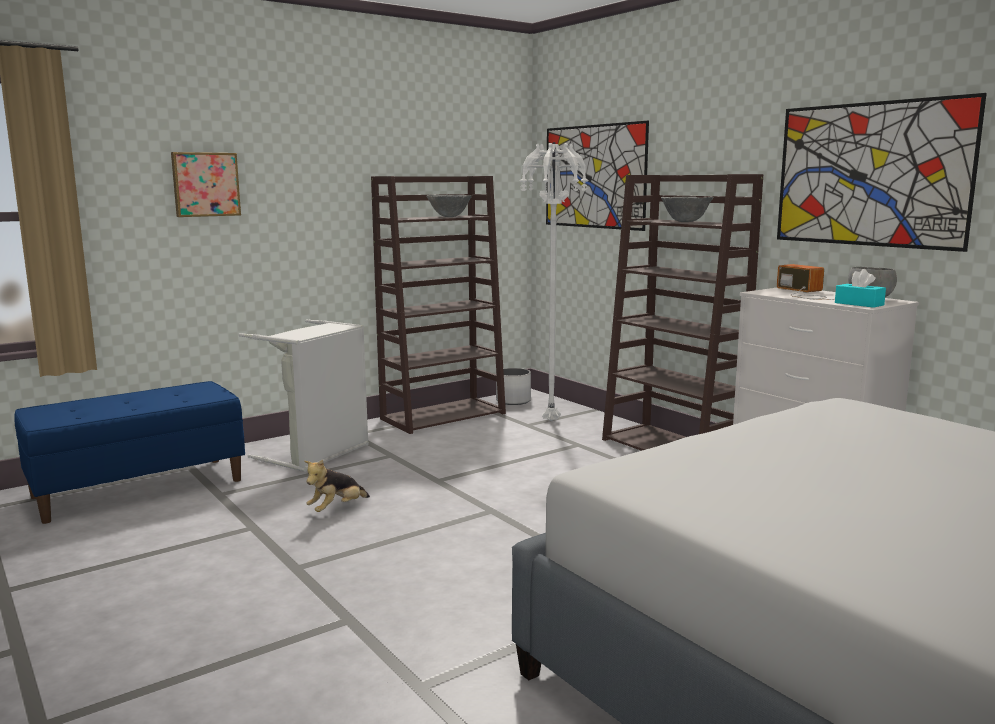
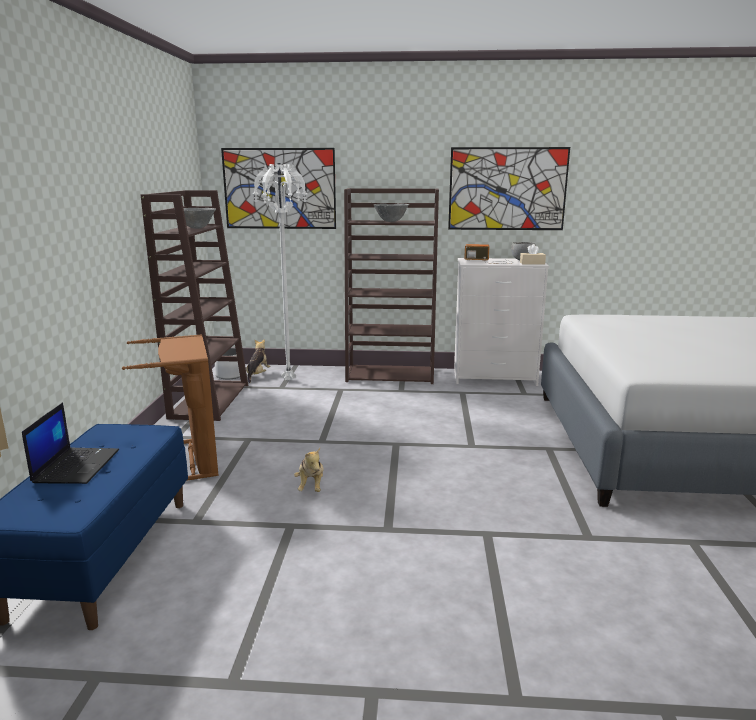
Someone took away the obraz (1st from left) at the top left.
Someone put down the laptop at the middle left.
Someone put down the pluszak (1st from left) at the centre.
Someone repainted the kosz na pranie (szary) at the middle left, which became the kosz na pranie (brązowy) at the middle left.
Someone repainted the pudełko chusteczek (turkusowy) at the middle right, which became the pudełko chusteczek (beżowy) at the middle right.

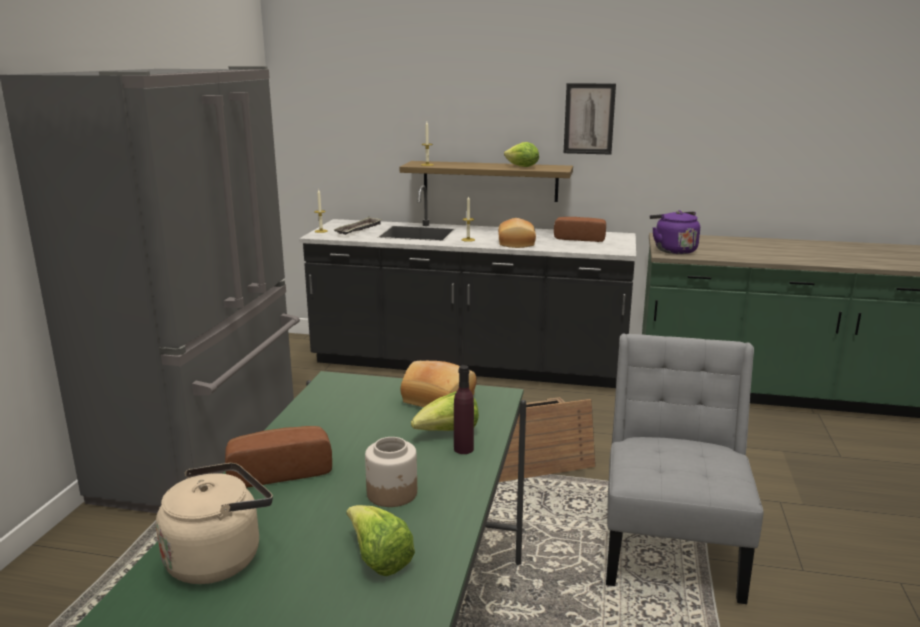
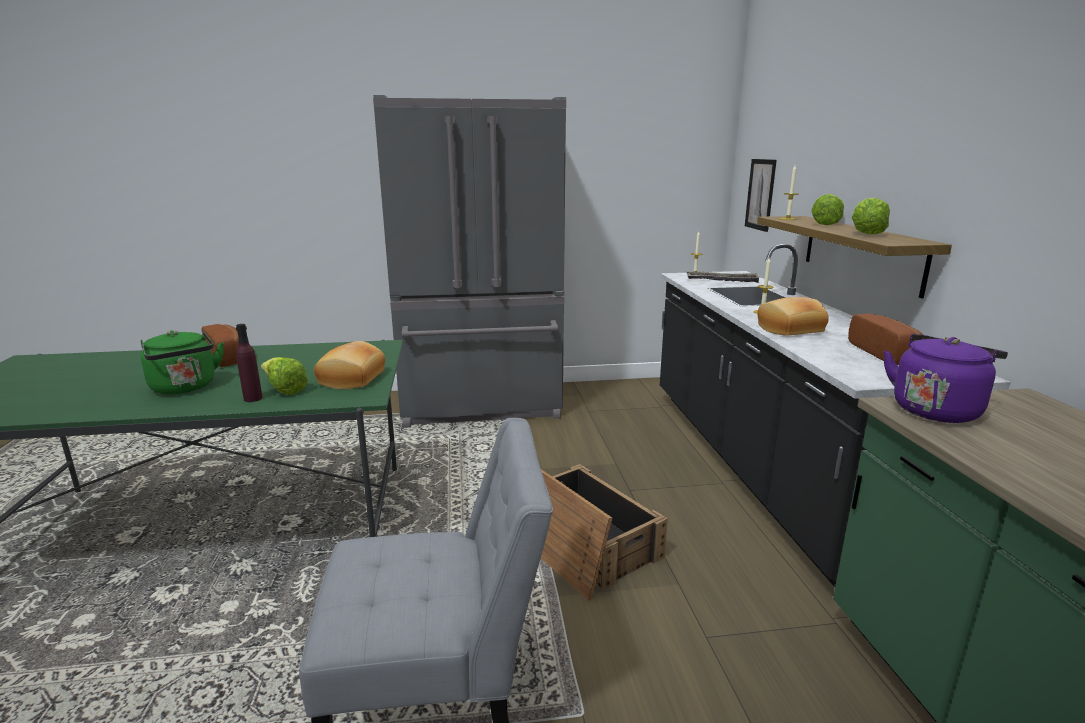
Someone took away the czajnik (beżowy) at the bottom left.
Someone carried the sałata (1st from left in the first image) from the bottom centre to the top right.
Someone carried the obraz from the top centre to the top right.
Someone swapped the słoik at the bottom centre for the czajnik (zielony) at the middle left.

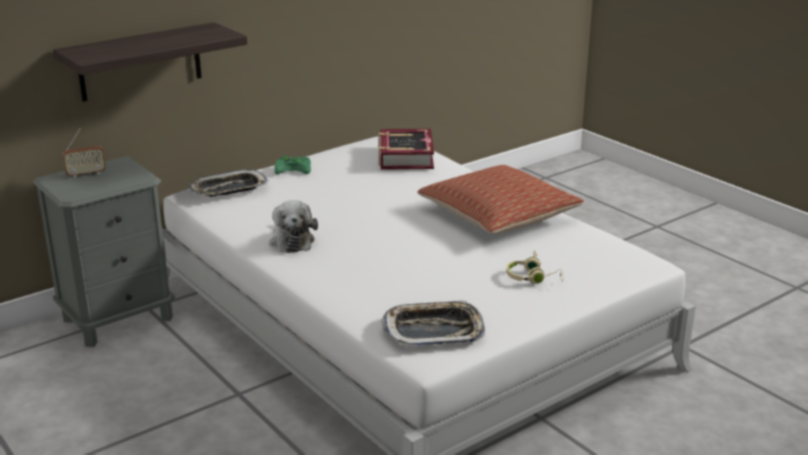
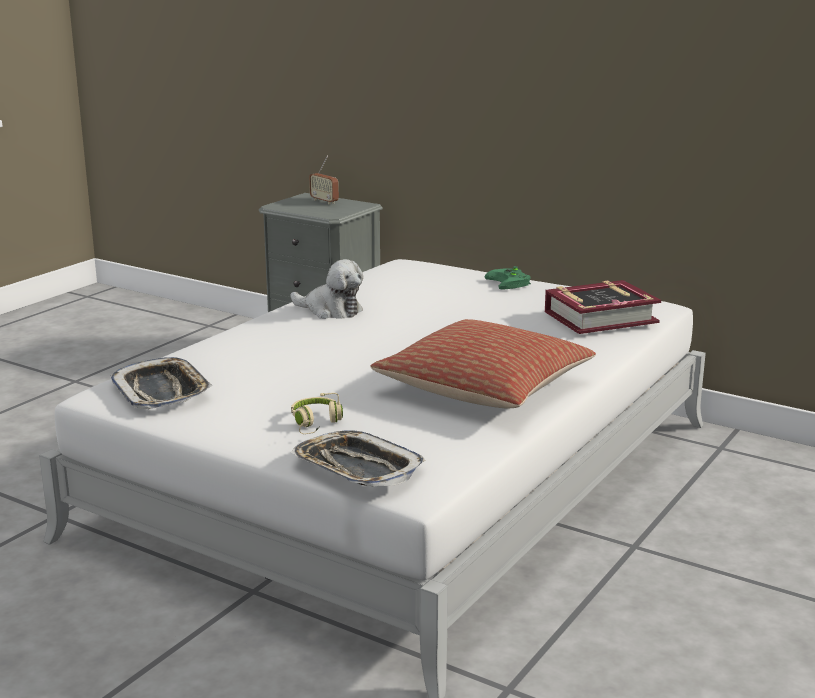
Someone took away the półka at the top left.
Someone carried the taca (1st from left in the first image) from the middle left to the centre.
Someone rotated the pluszak at the centre by 120 degrees counterclockwise.

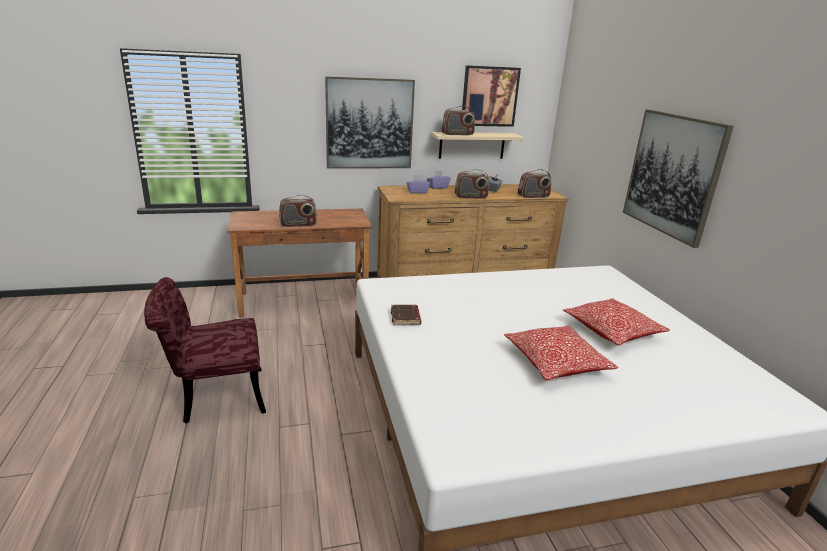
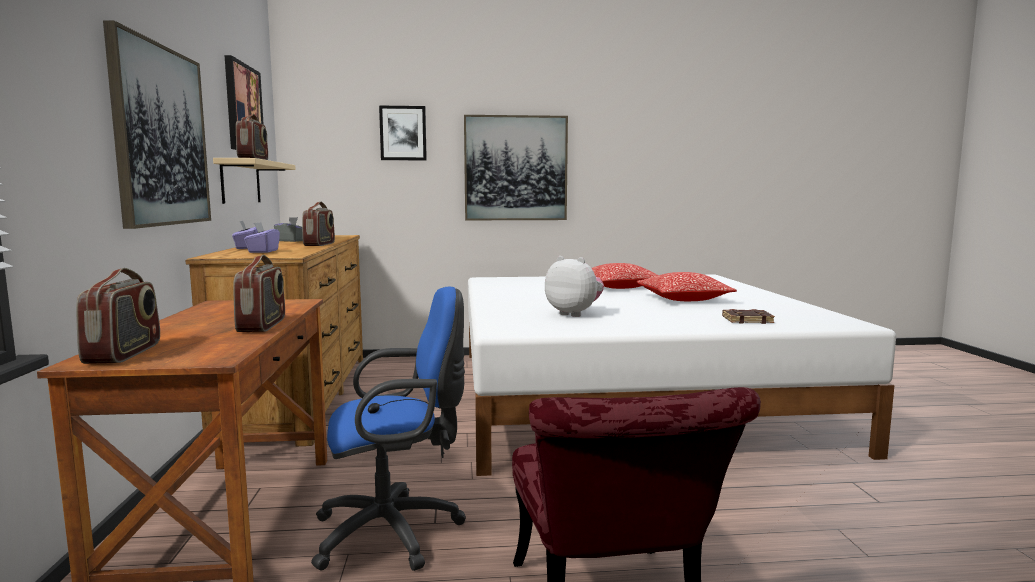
Someone put down the krzesło biurowe (niebieski) at the bottom centre.
Someone put up the obraz (3rd from left) at the top centre.
Someone put down the pluszak at the centre.
Someone carried the książka (brązowy) from the centre to the middle right.
Someone carried the radio (4th from left in the first image) from the top centre to the middle left.

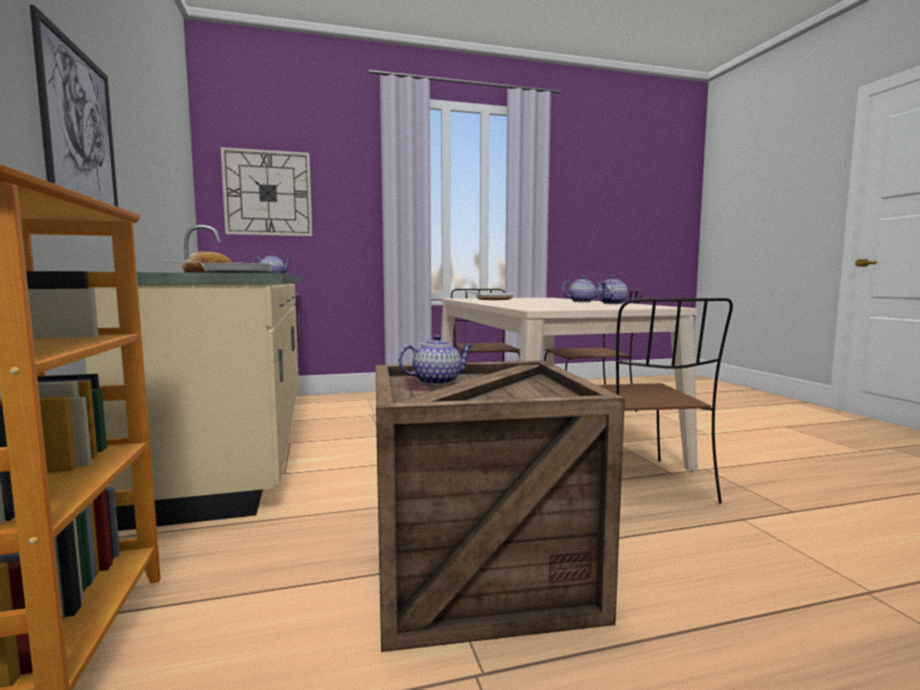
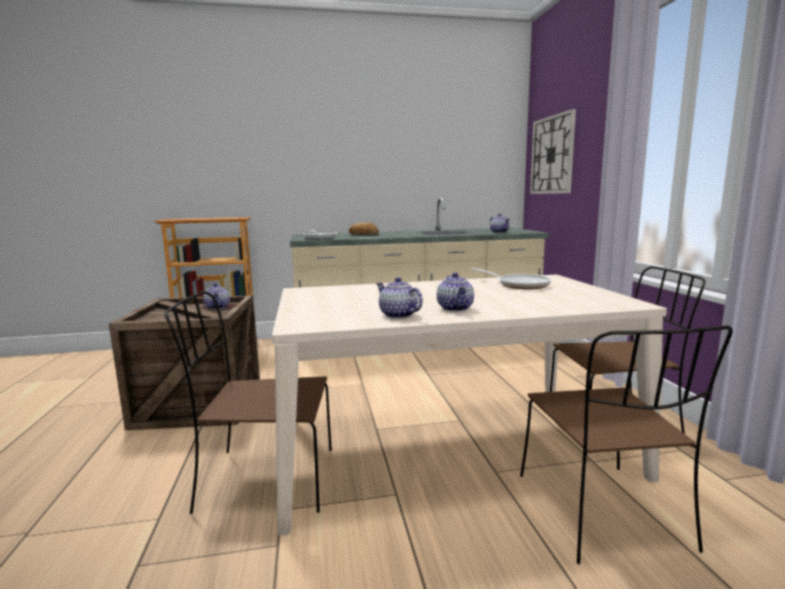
Someone took away the obraz at the top left.

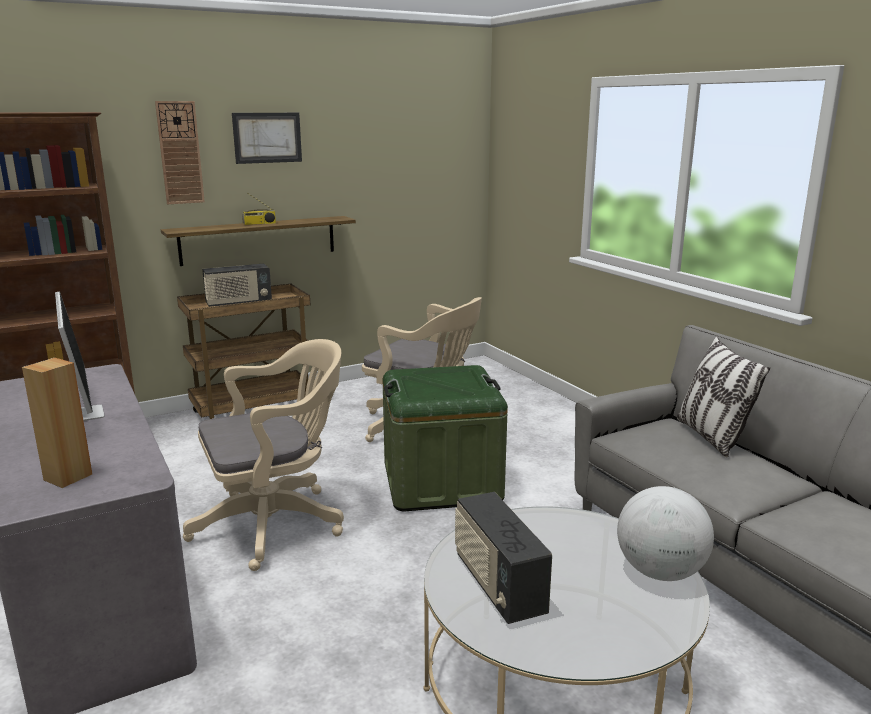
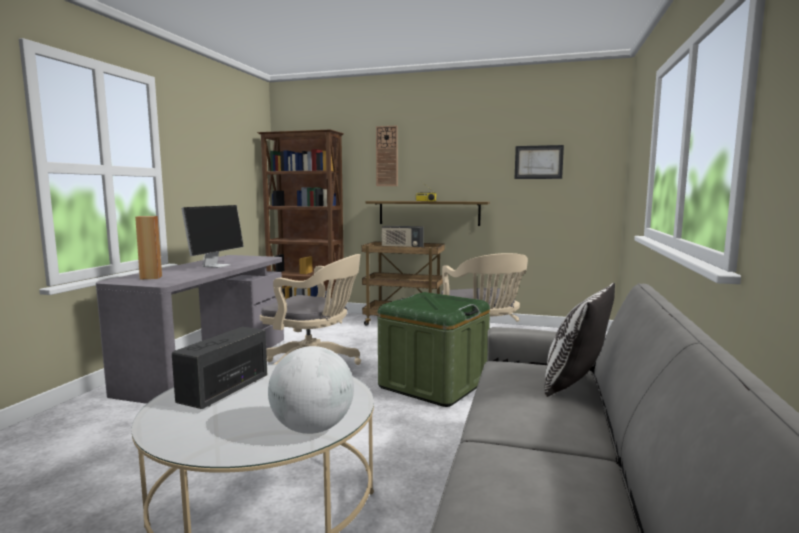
Someone carried the obraz from the top left to the top right.

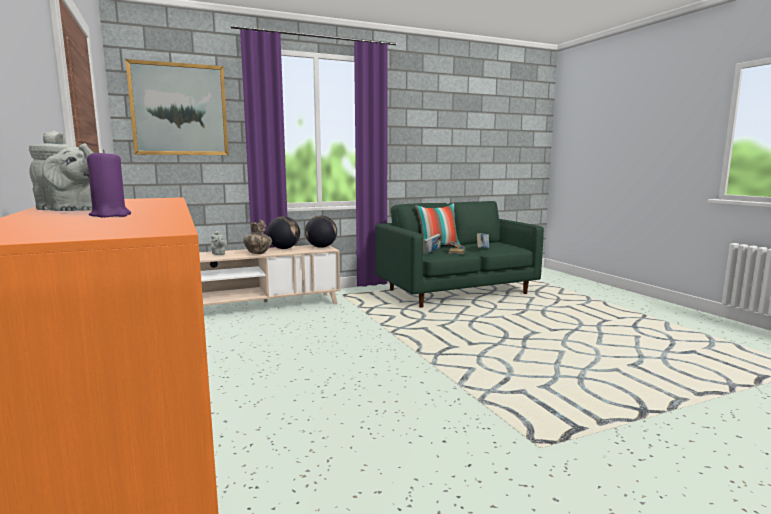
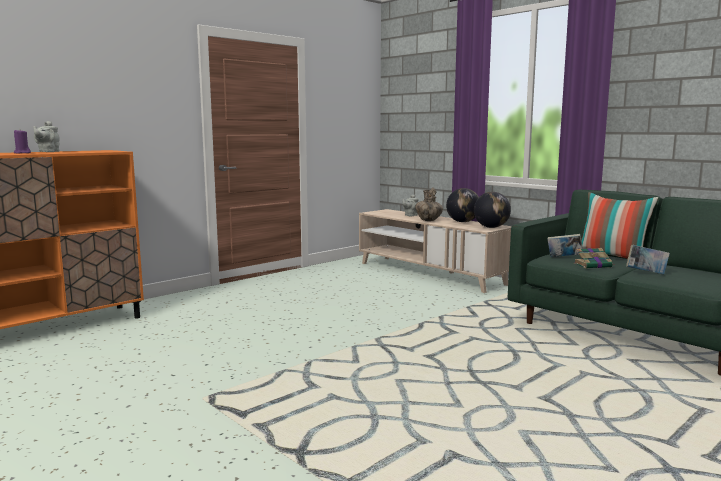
Someone took away the obraz at the top left.

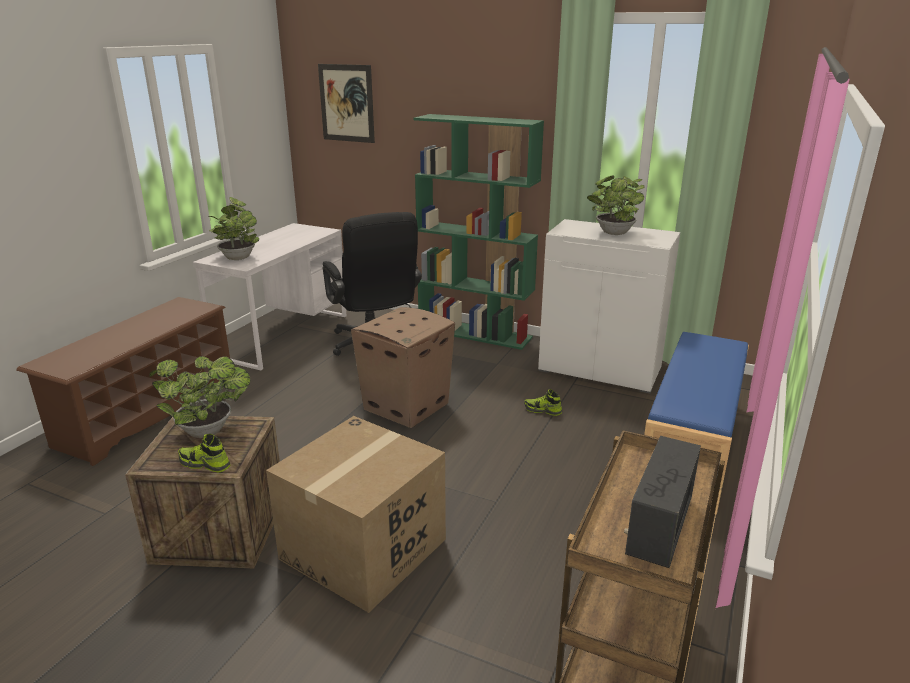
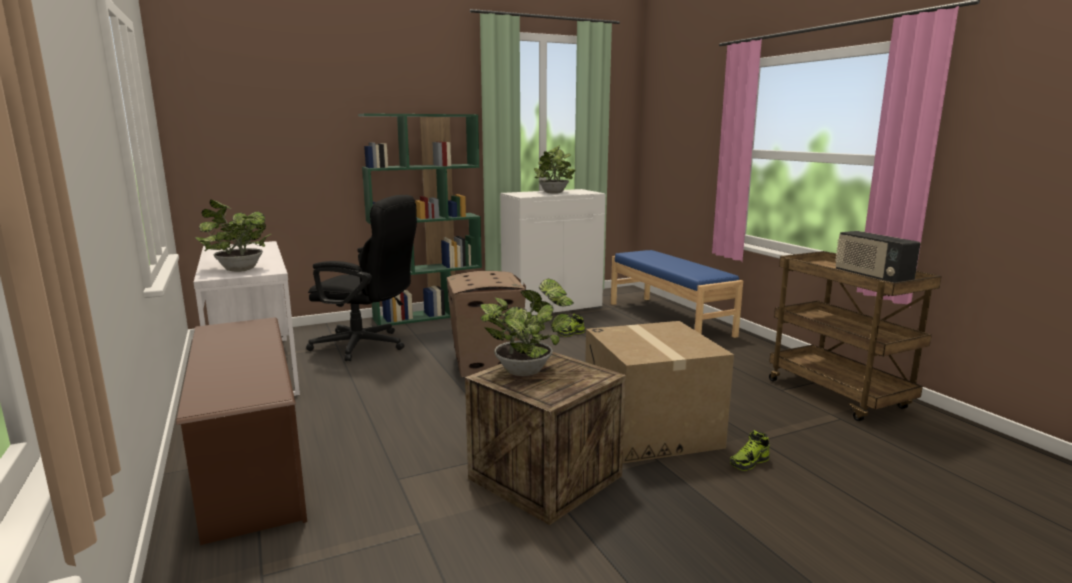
Someone took away the obraz at the top centre.
Someone carried the but (1st from left in the first image) from the middle left to the bottom right.

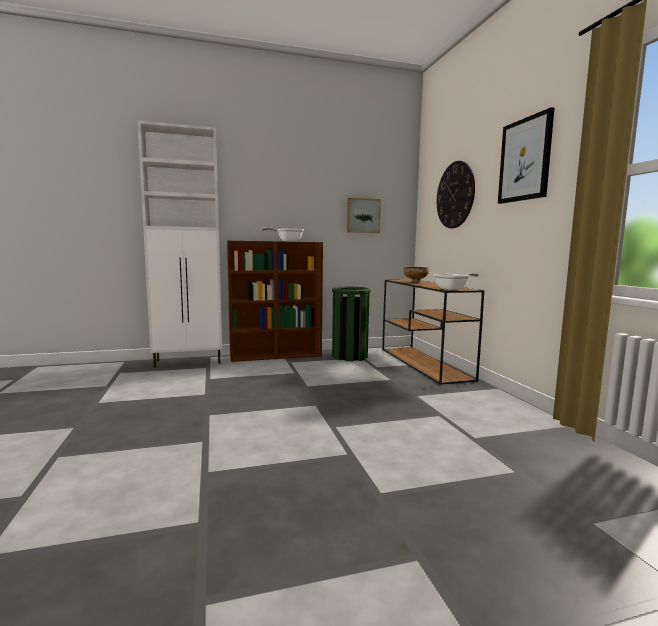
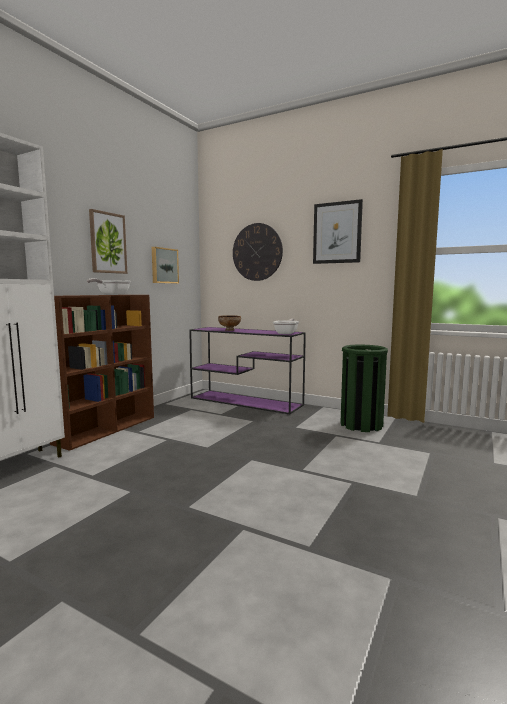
Someone put up the obraz (1st from left) at the middle left.
Someone carried the kosz na śmieci (zielony) from the centre to the middle right.
Someone repainted the stolik konsolowy (brązowy) at the centre, which became the stolik konsolowy (fioletowy) at the centre.

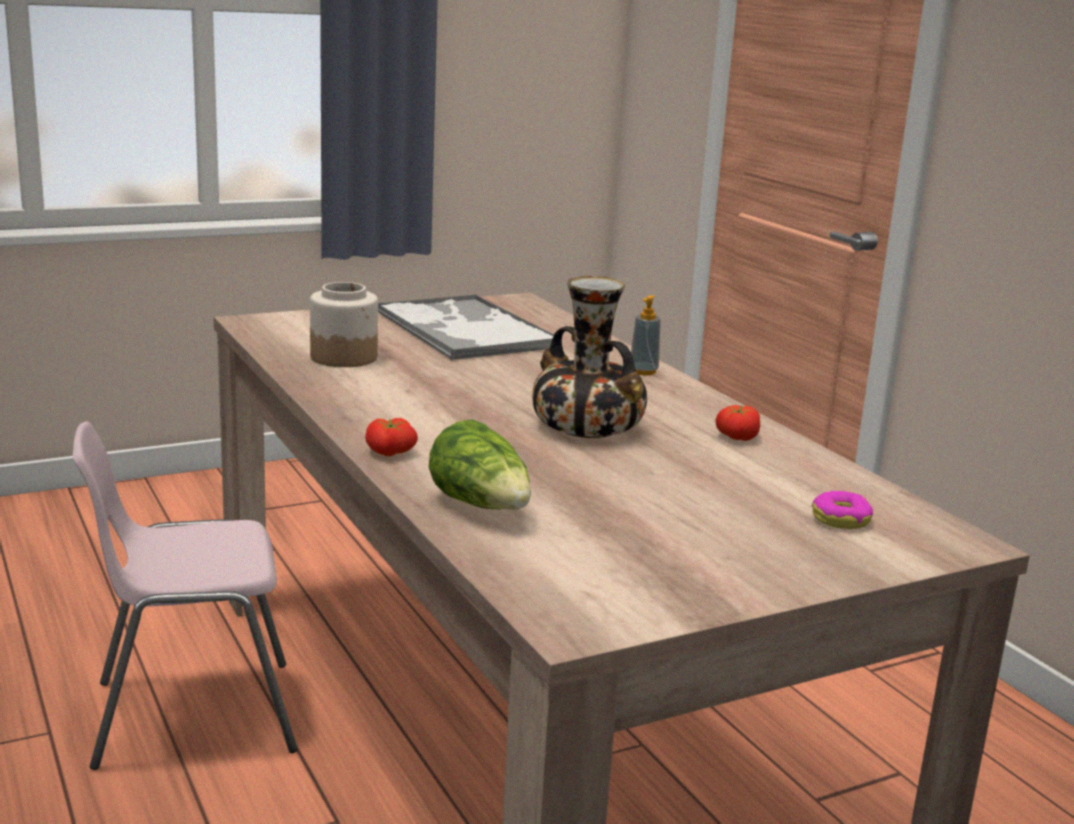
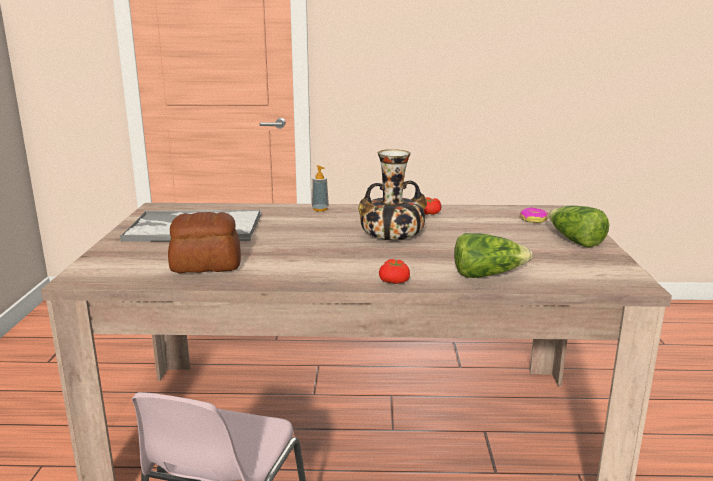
Someone put down the sałata (2nd from left) at the middle right.
Someone swapped the słoik at the middle left for the chleb at the middle left.

